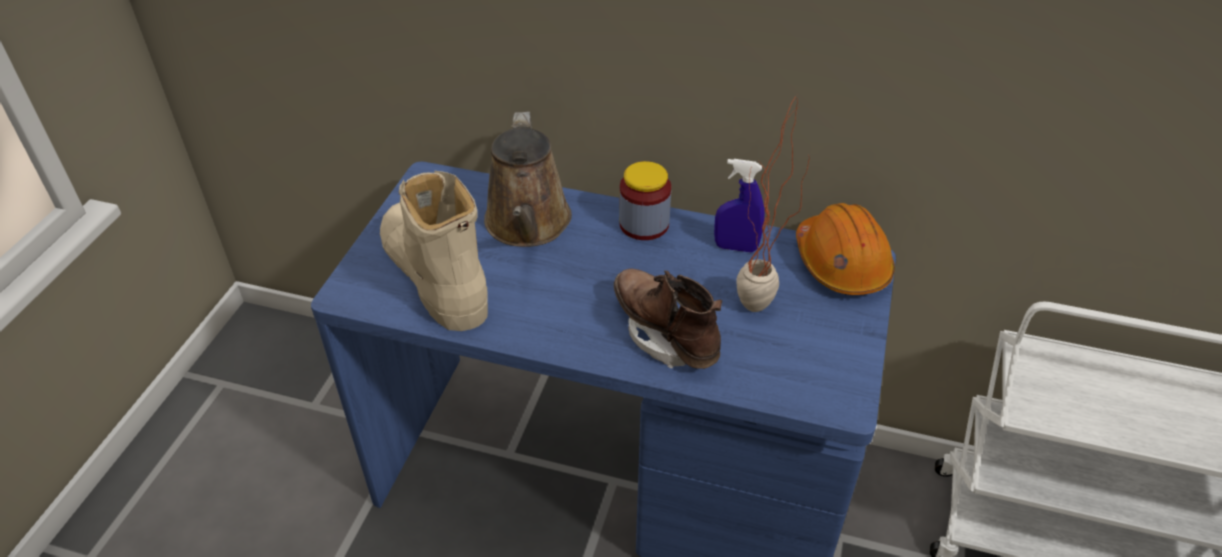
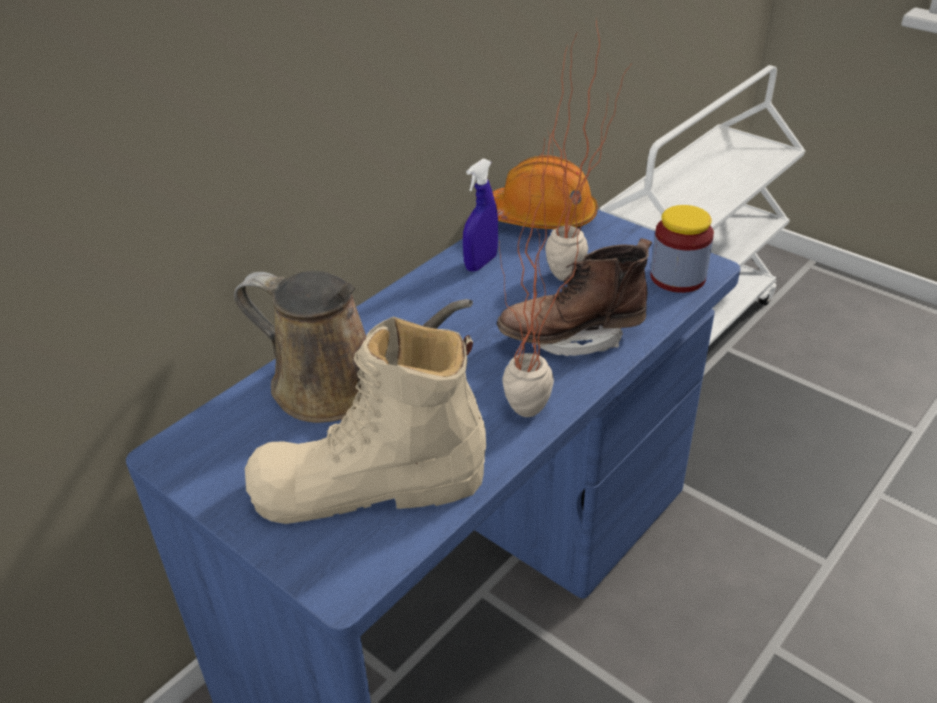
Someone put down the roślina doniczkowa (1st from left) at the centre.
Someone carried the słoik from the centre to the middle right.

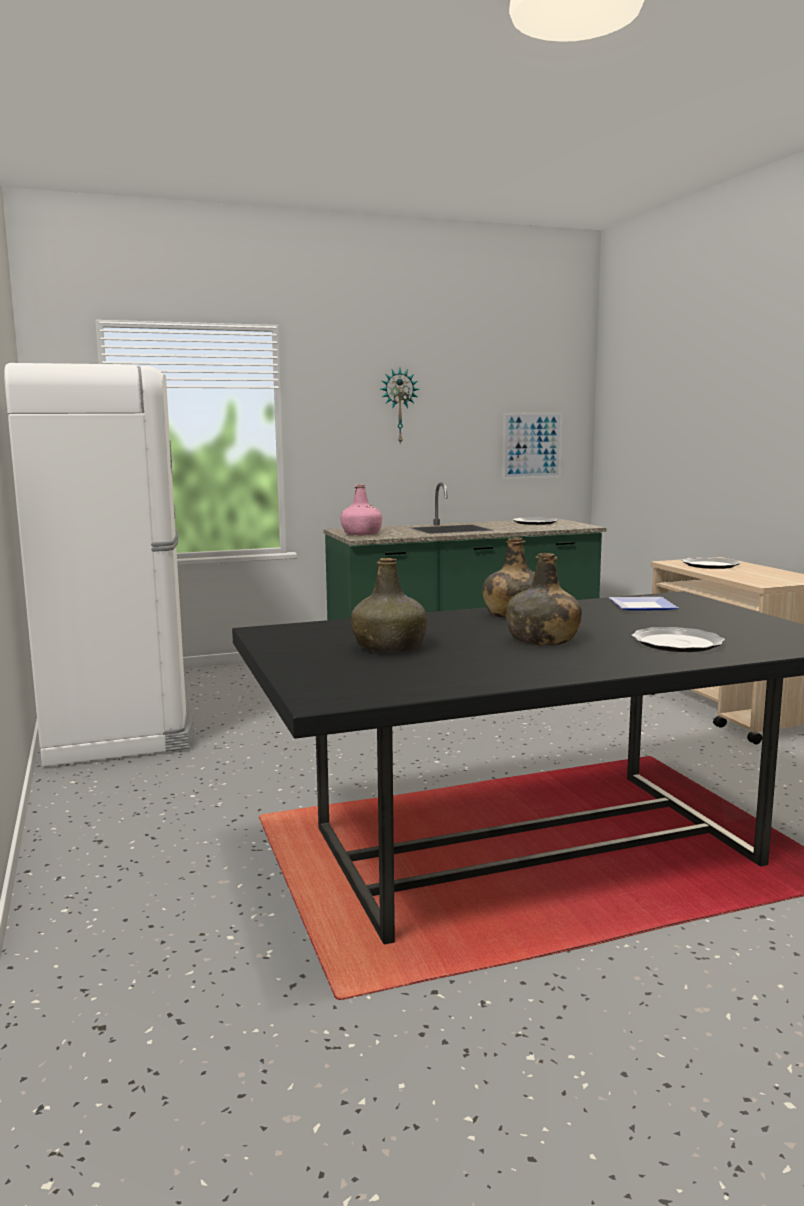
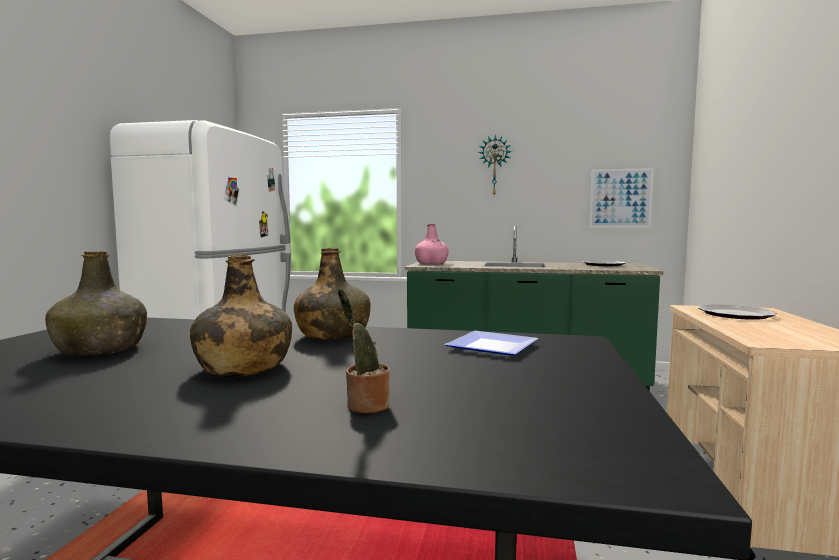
Someone swapped the talerz (3rd from left) at the middle right for the roślina doniczkowa at the centre.

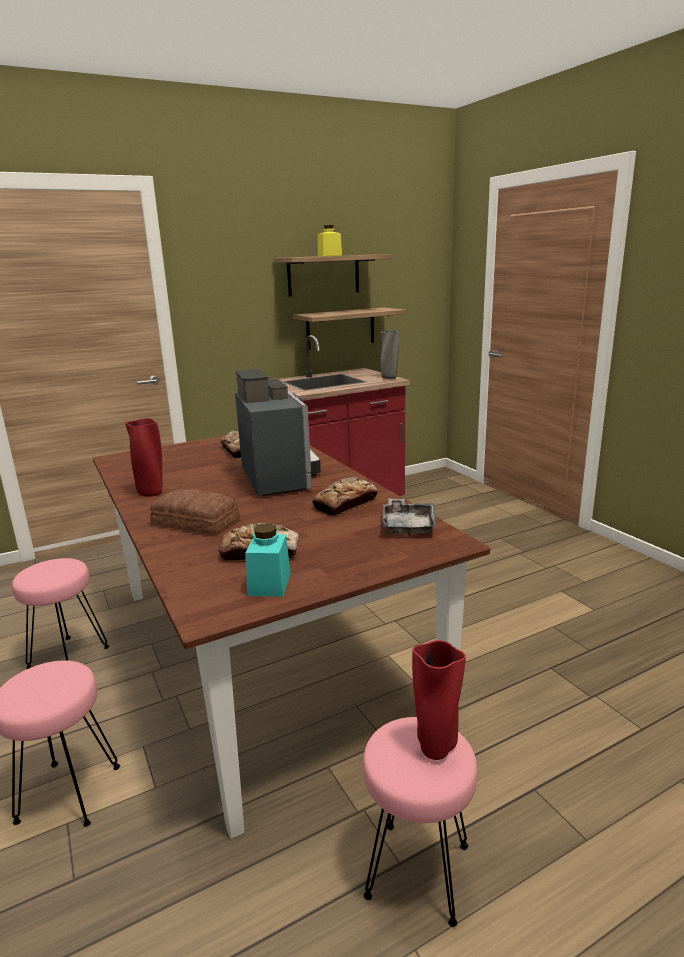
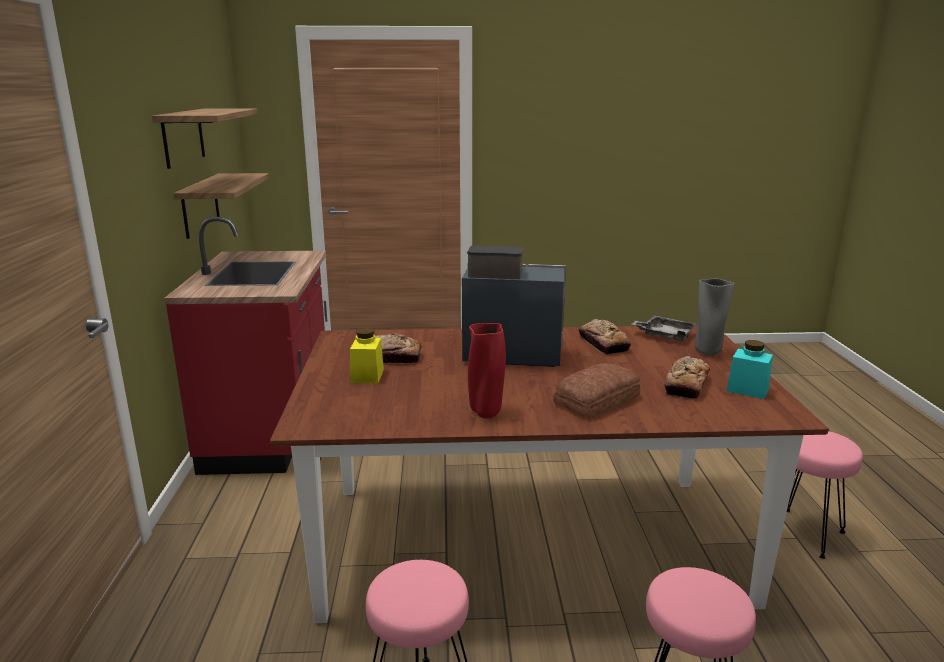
Someone took away the wazon (czerwony) (2nd from left) at the bottom centre.
Someone carried the słoik (żółty) from the top centre to the centre.
Someone carried the wazon (szary) from the centre to the middle right.

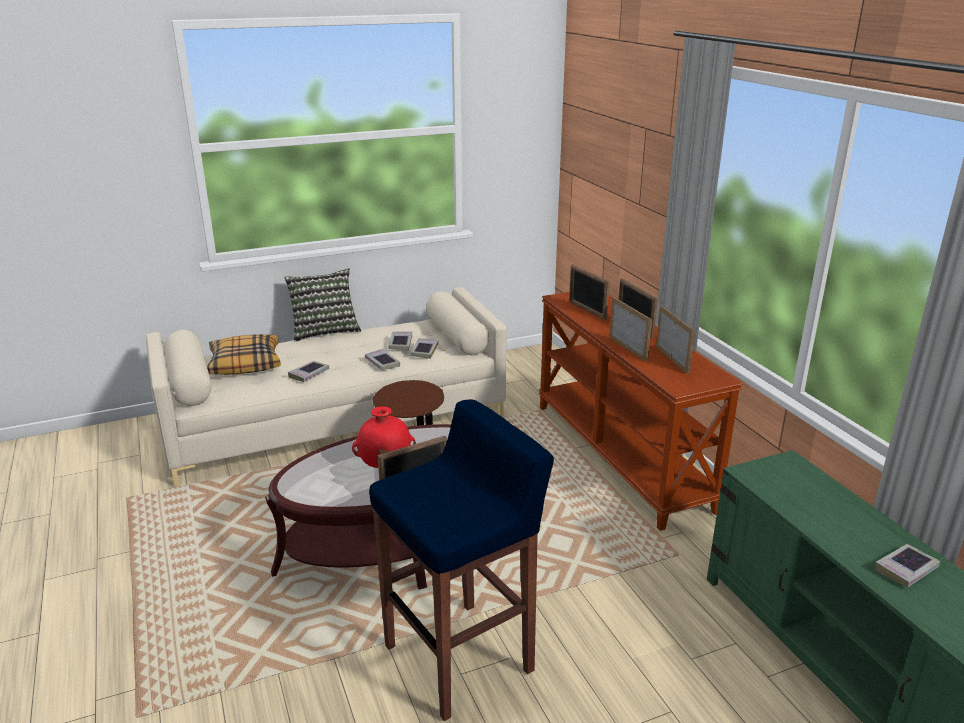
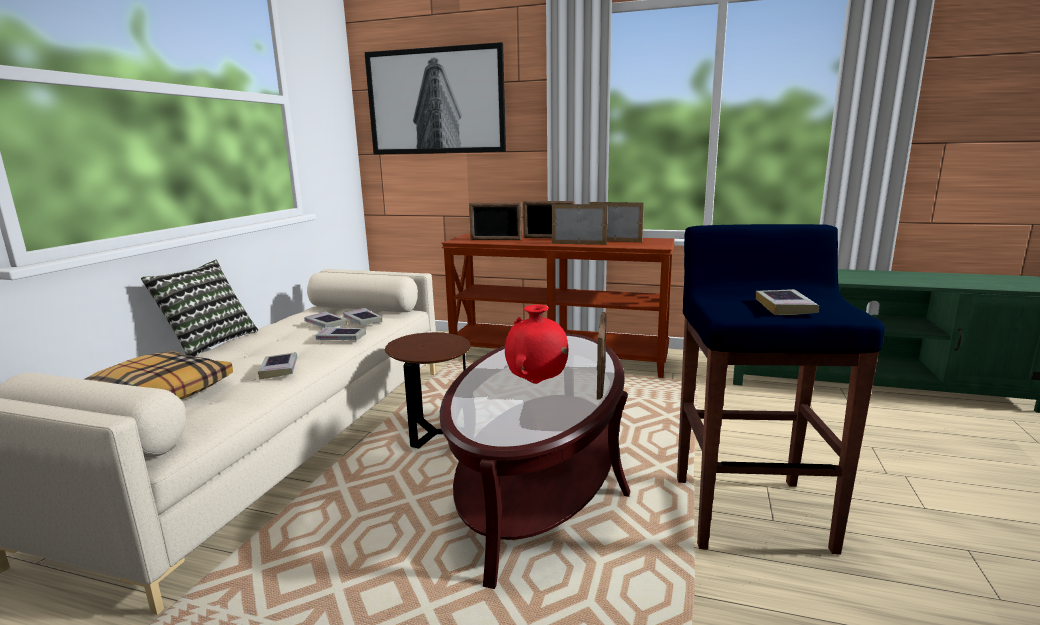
Someone put up the obraz at the top centre.
Someone carried the książka (5th from left) from the bottom right to the middle right.

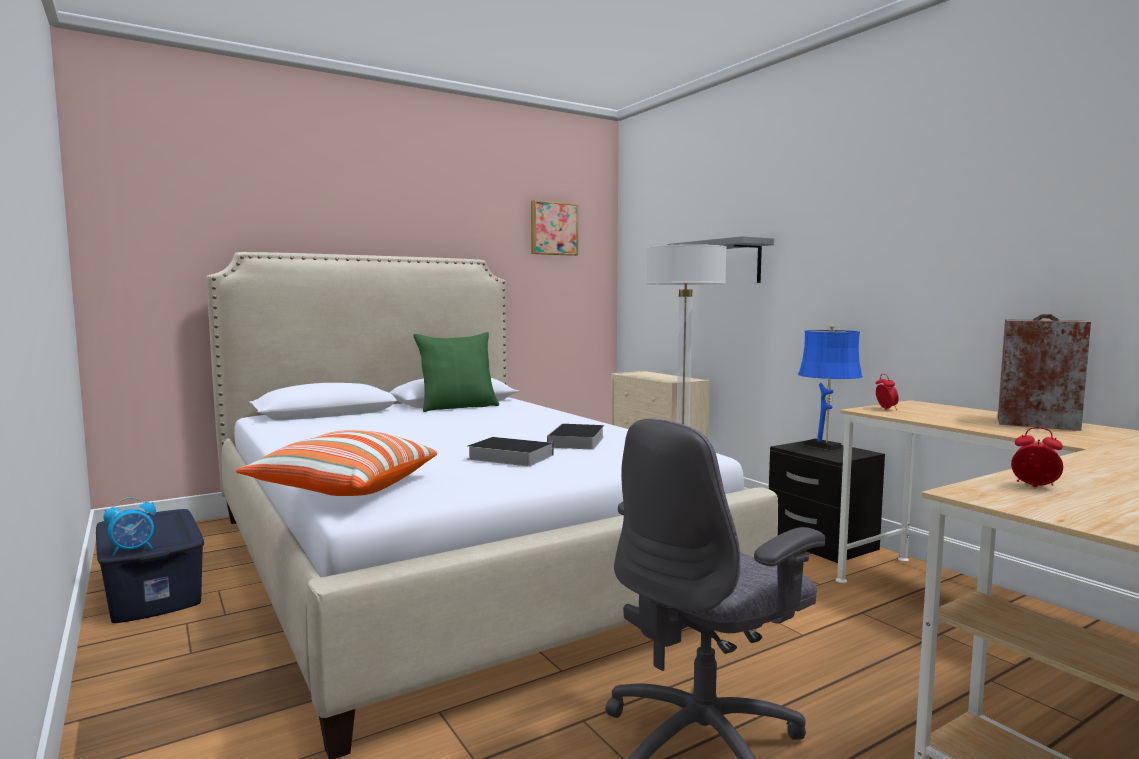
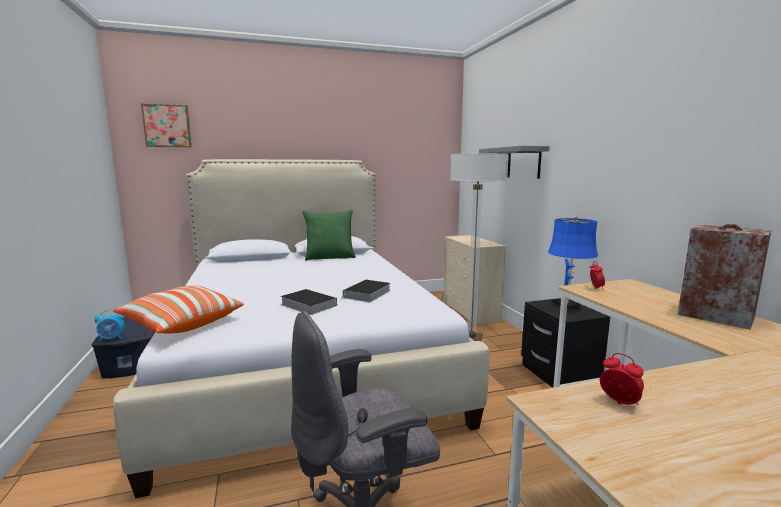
Someone carried the obraz from the top centre to the top left.

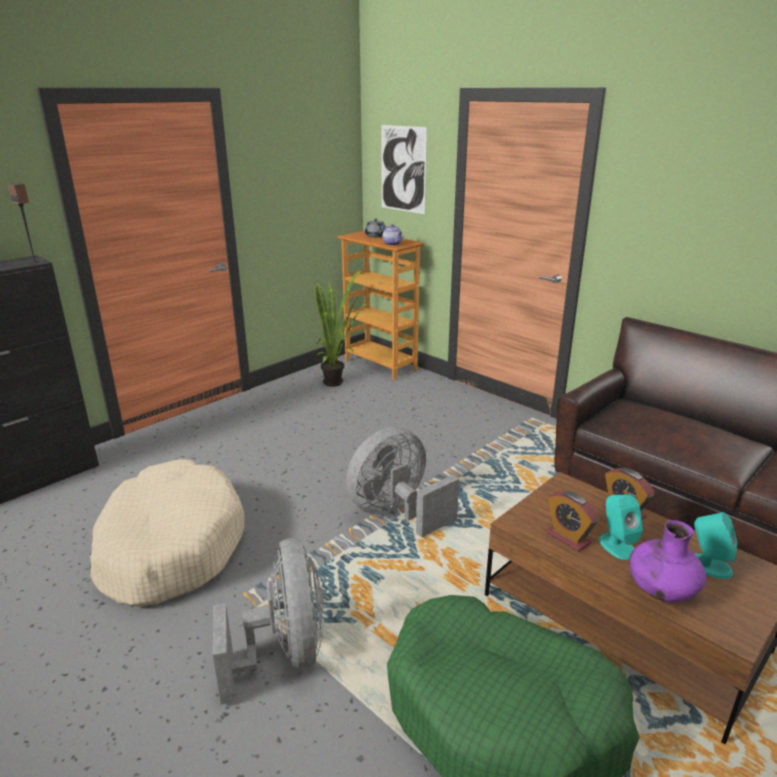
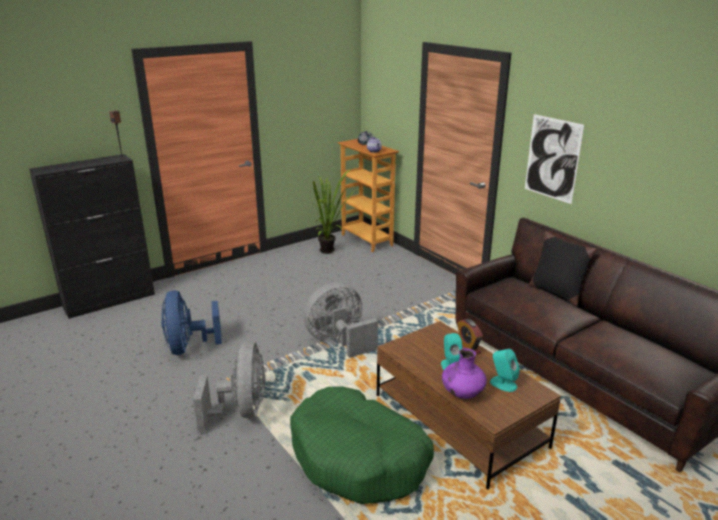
Someone took away the budzik (1st from left) at the bottom right.
Someone put down the poduszka (czarny) at the middle right.
Someone carried the obraz from the top centre to the top right.
Someone swapped the legowisko (beżowy) at the bottom left for the wentylator (niebieski) at the middle left.

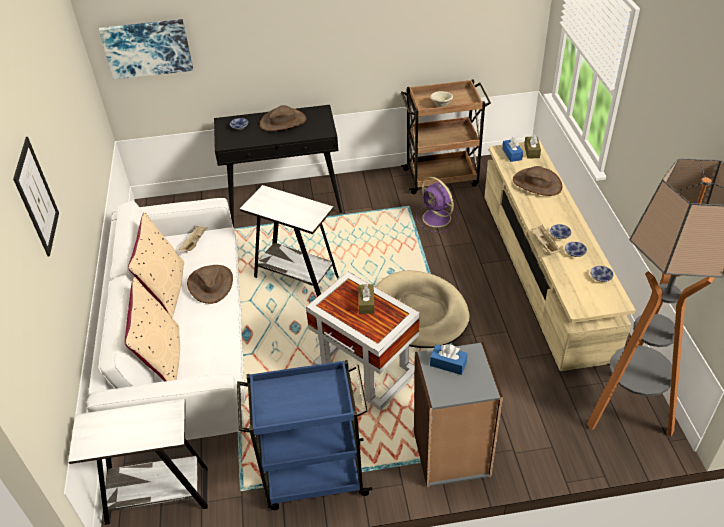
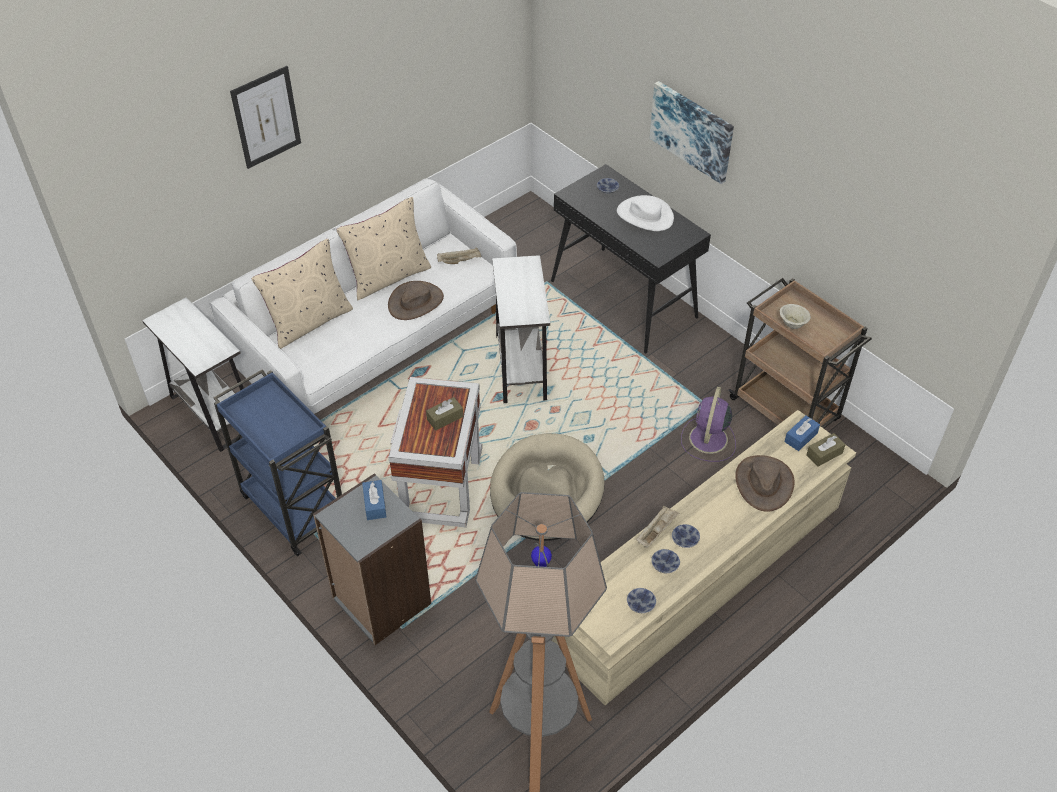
Someone carried the obraz (2nd from left) from the top left to the top centre.
Someone repainted the kapelusz (brązowy) (2nd from left) at the top centre, which became the kapelusz (biały) at the top centre.

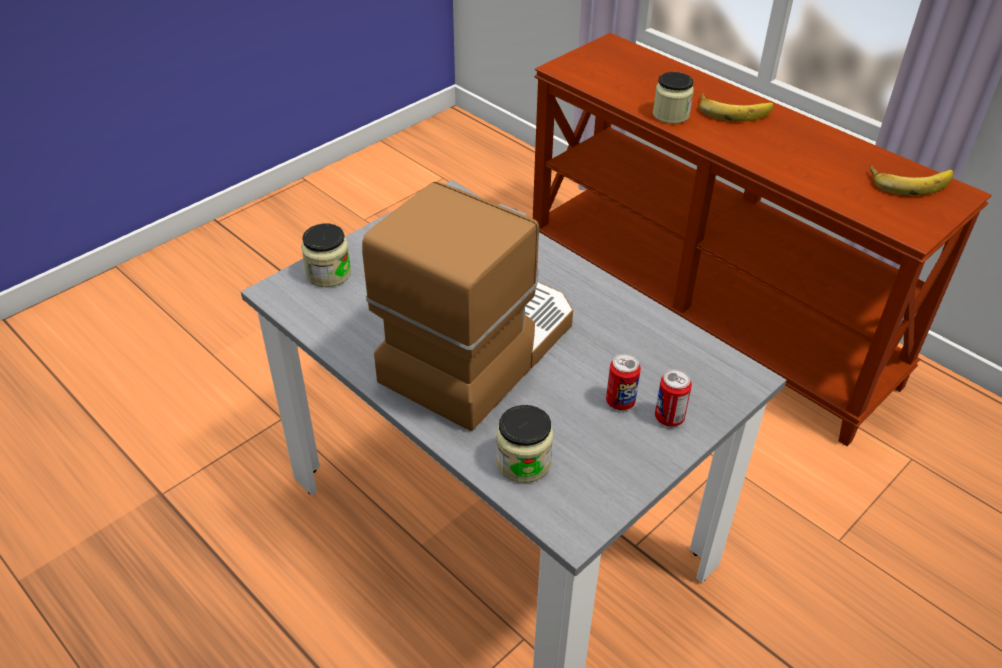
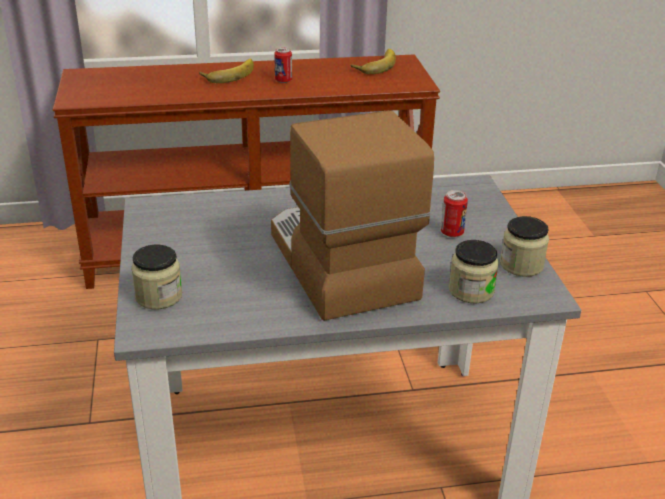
Someone carried the słoik (3rd from left) from the top right to the middle right.
Someone carried the puszka (2nd from left in the first image) from the middle right to the top centre.

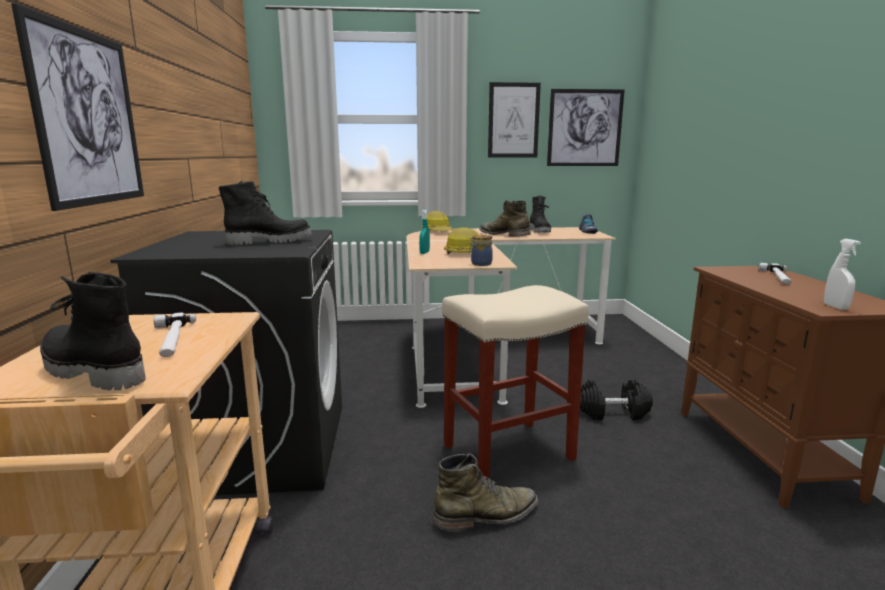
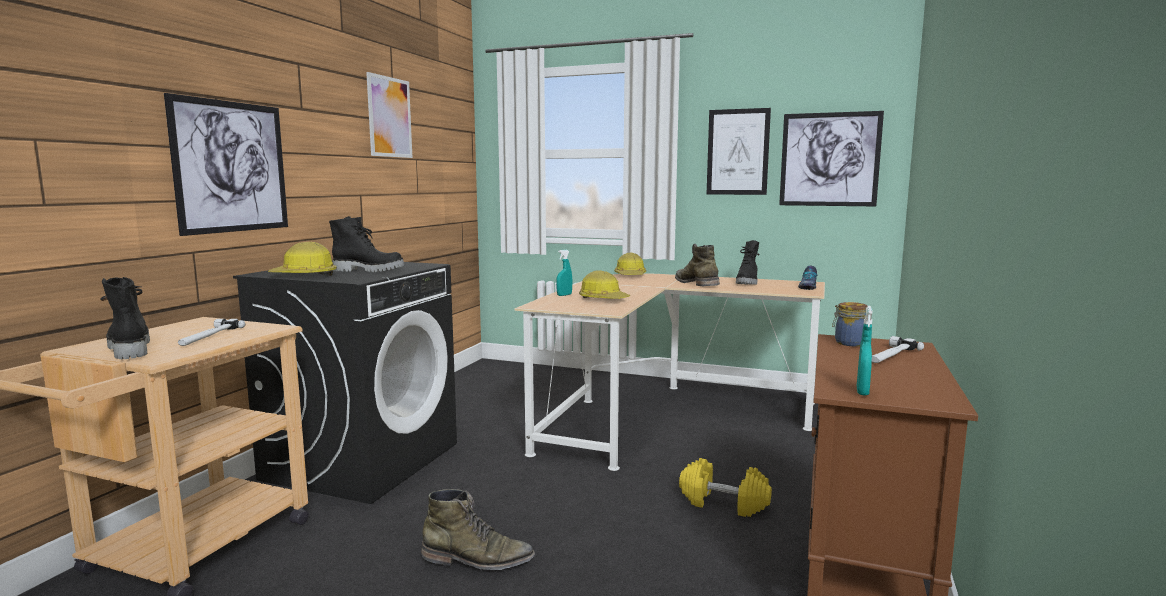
Someone took away the stołek (beżowy) at the centre.
Someone put down the kask (1st from left) at the middle left.
Someone put up the obraz (2nd from left) at the top centre.
Someone carried the słoik from the centre to the middle right.
Someone repainted the hantel (czarny) at the bottom right, which became the hantel (żółty) at the bottom centre.
Someone repainted the spryskiwacz (biały) at the middle right, which became the spryskiwacz (turkusowy) (2nd from left) at the middle right.

